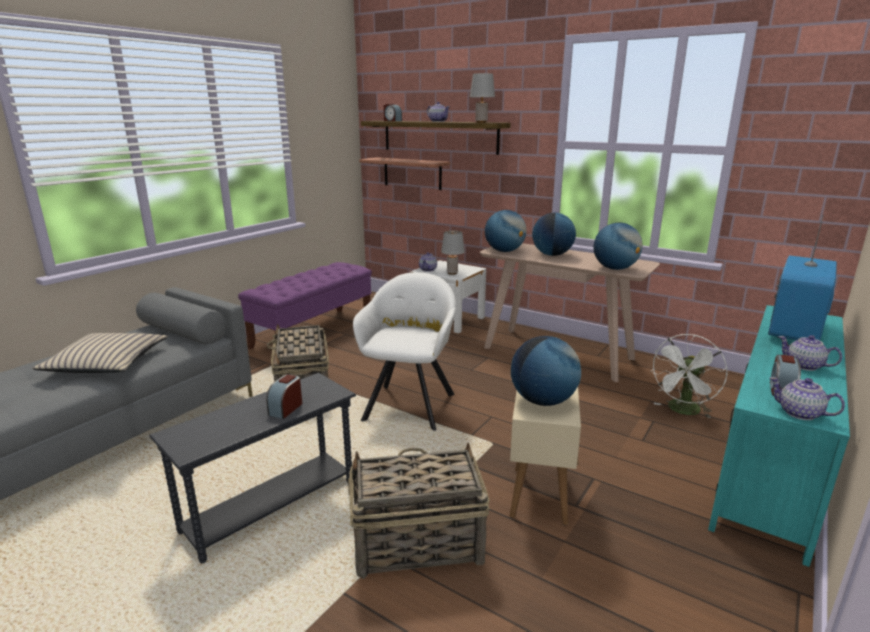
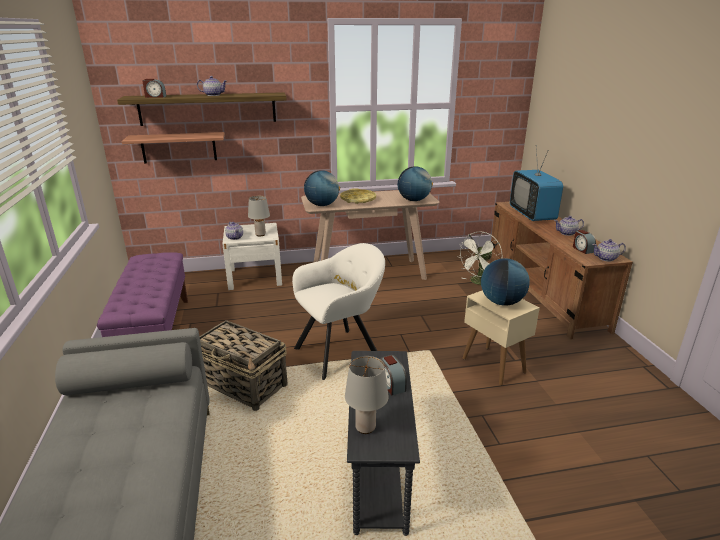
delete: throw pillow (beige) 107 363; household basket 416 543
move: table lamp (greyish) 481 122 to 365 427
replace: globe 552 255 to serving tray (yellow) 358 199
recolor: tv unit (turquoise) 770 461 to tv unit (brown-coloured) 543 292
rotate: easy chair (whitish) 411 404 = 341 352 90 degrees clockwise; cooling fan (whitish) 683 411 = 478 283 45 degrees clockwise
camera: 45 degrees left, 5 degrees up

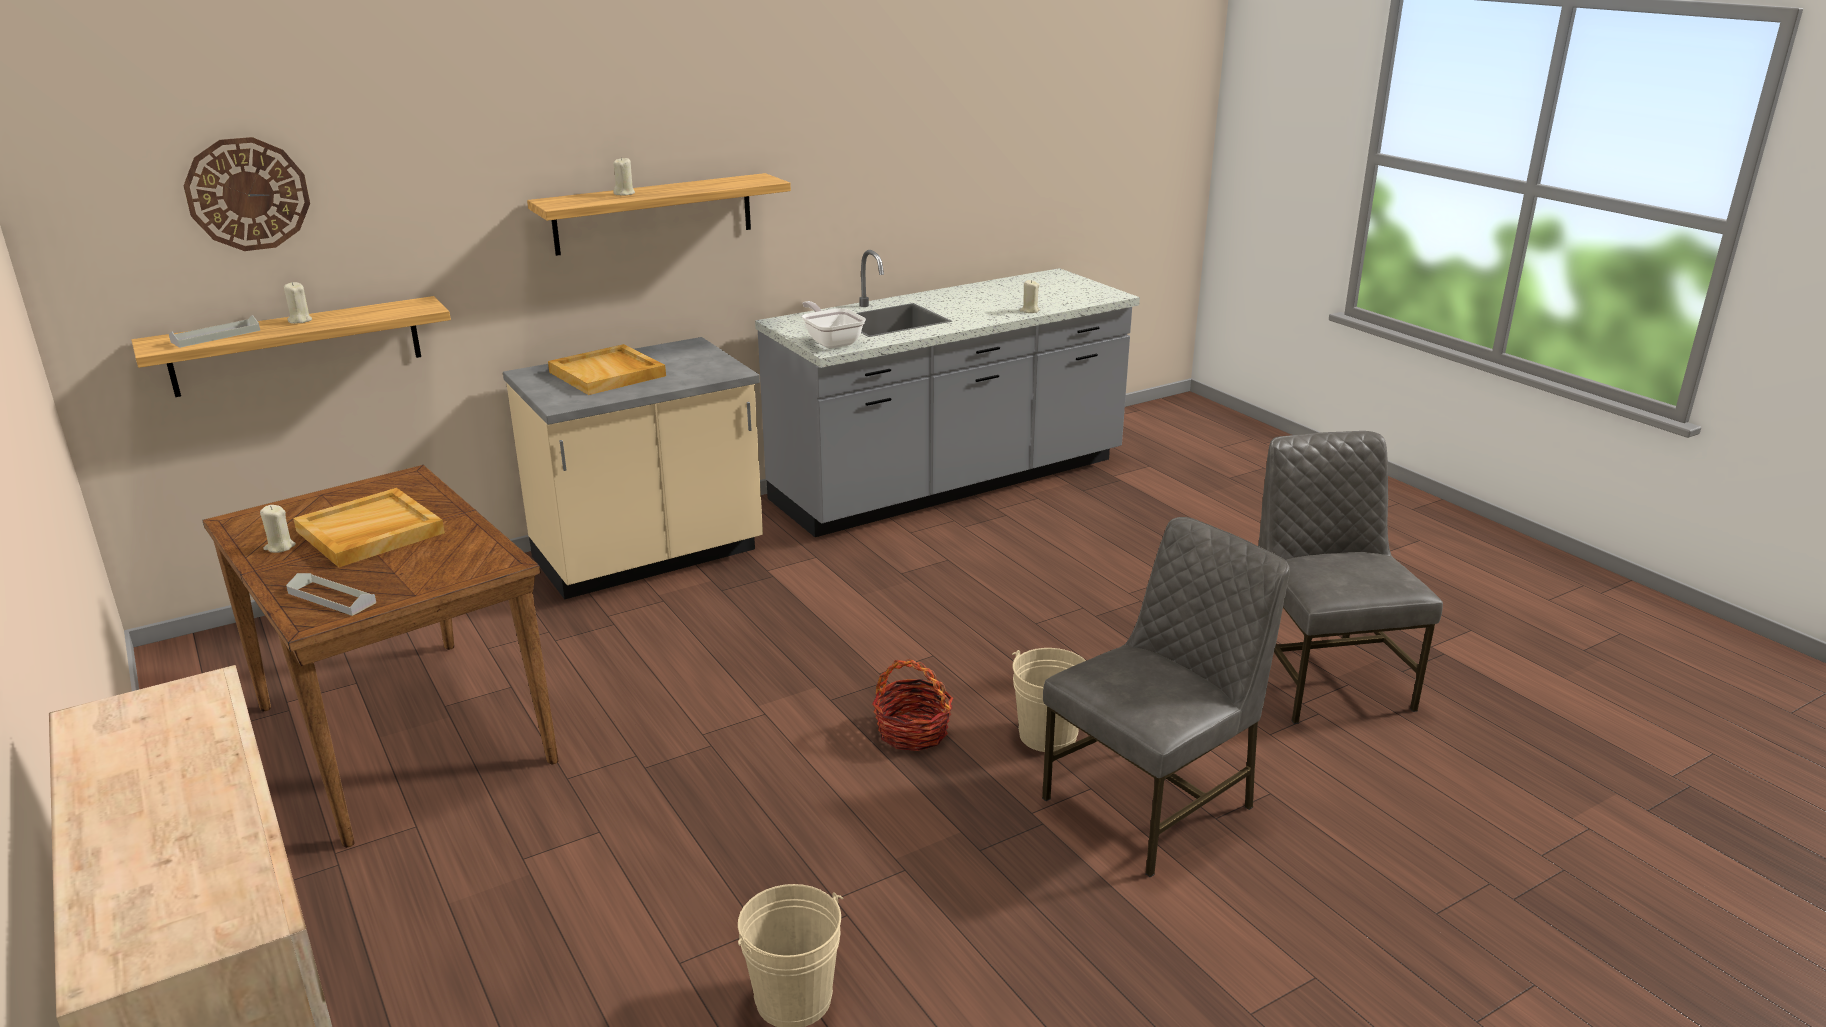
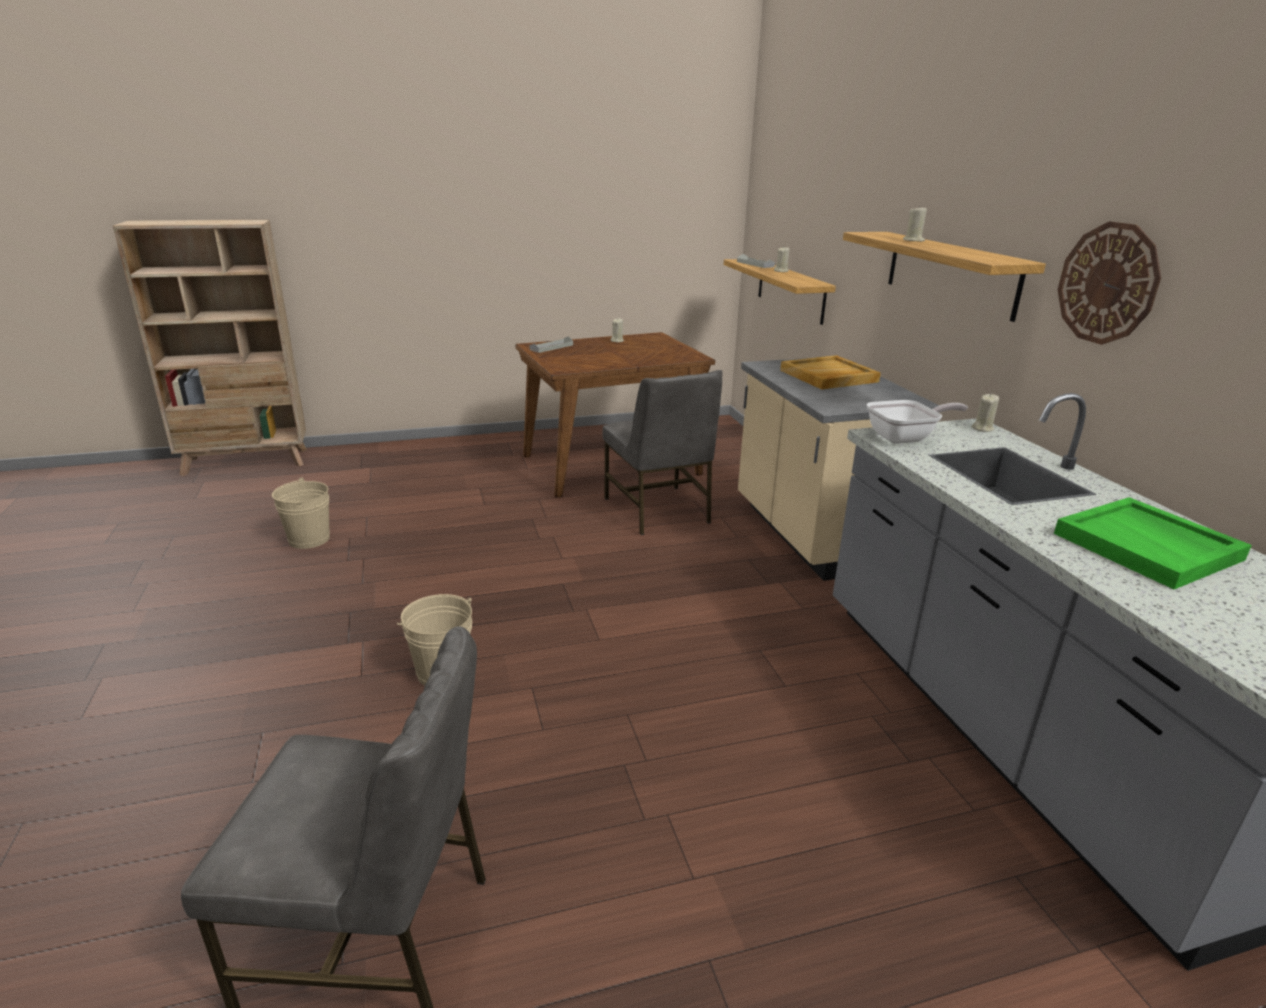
delete: serving tray (beige) 369 533; household basket 912 732
insert: serving tray (green) 1148 546
move: clock on the wall 248 194 to 1107 283; candle (beige) 1029 310 to 982 428; chair (greyish) 1153 803 to 658 511
camera: 105 degrees right, 0 degrees up

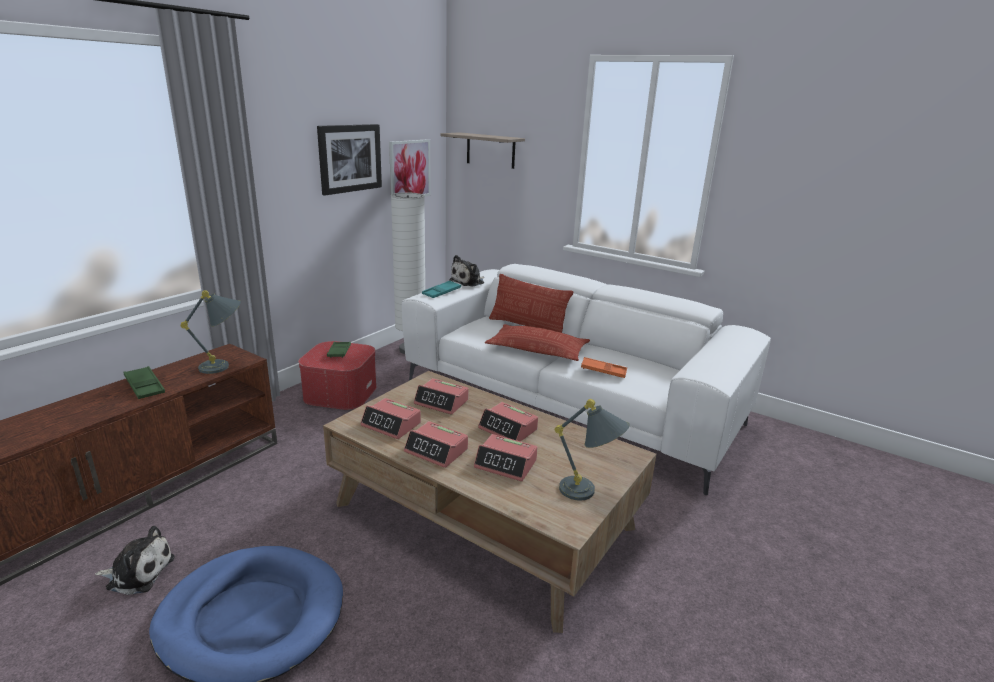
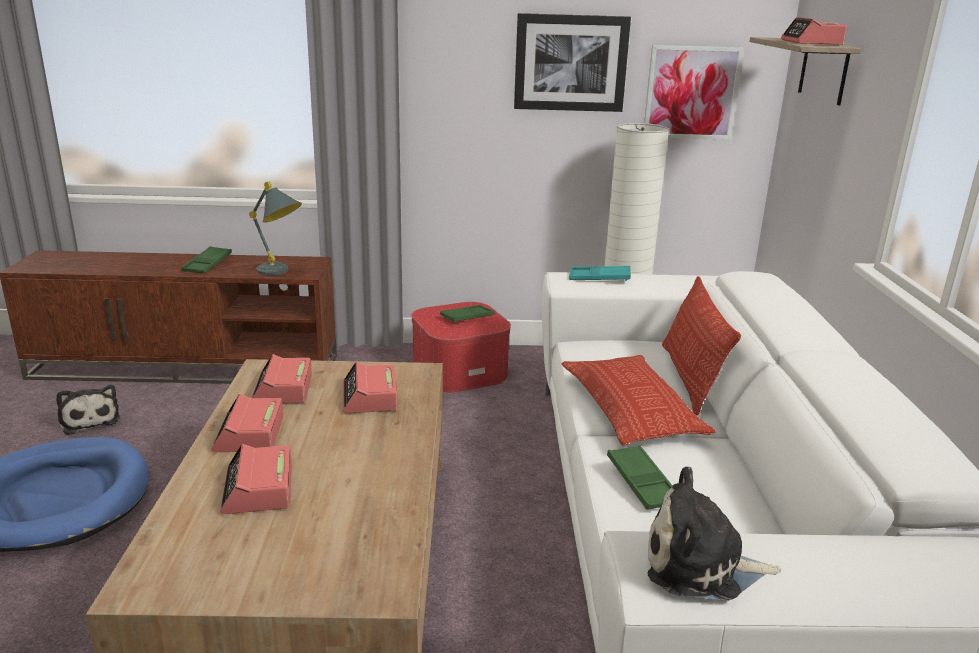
delete: table lamp (greyish) 589 494
move: plush toy 468 282 to 700 565; table clock 508 429 to 811 43
recolor: serving tray (orange) 603 371 to serving tray (green) 642 483
camera: 55 degrees right, 0 degrees up

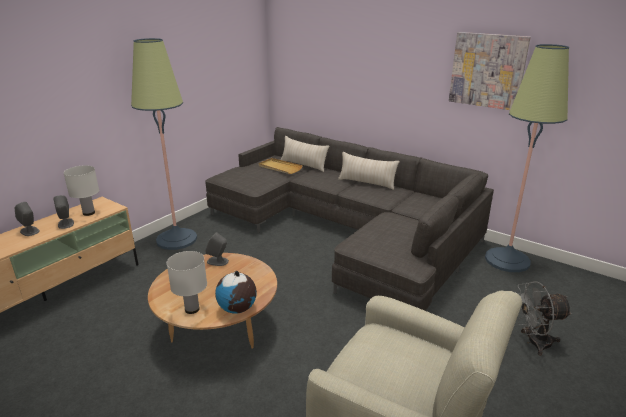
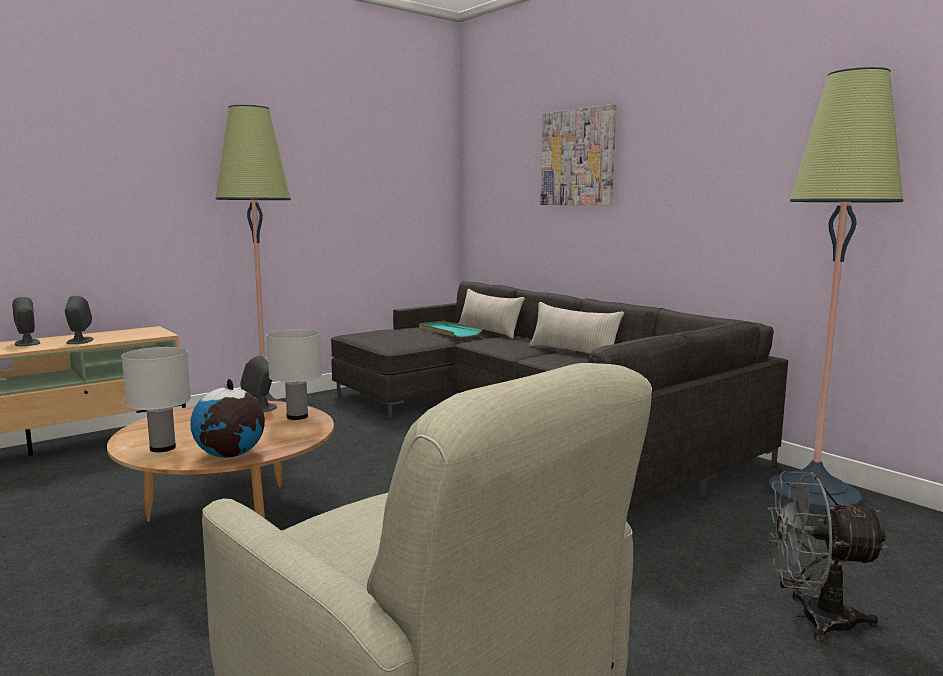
move: picture 487 70 to 578 157; table lamp (whitish) 89 213 to 297 417
recolor: serving tray (beige) 279 167 to serving tray (turquoise) 449 331
camera: 15 degrees right, 15 degrees down

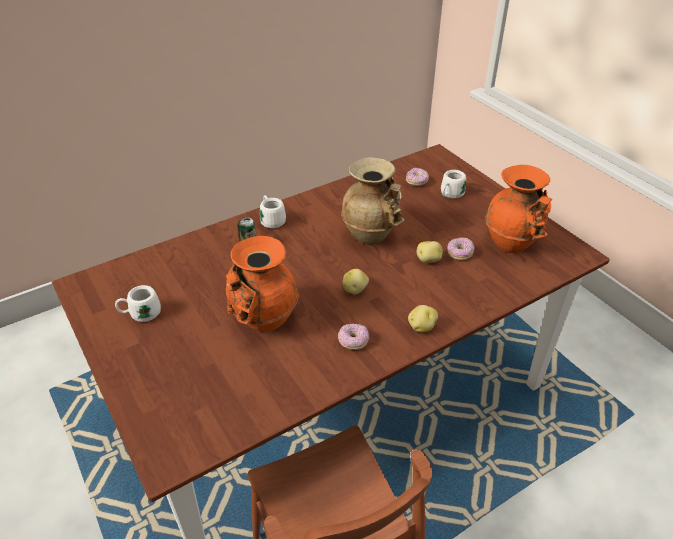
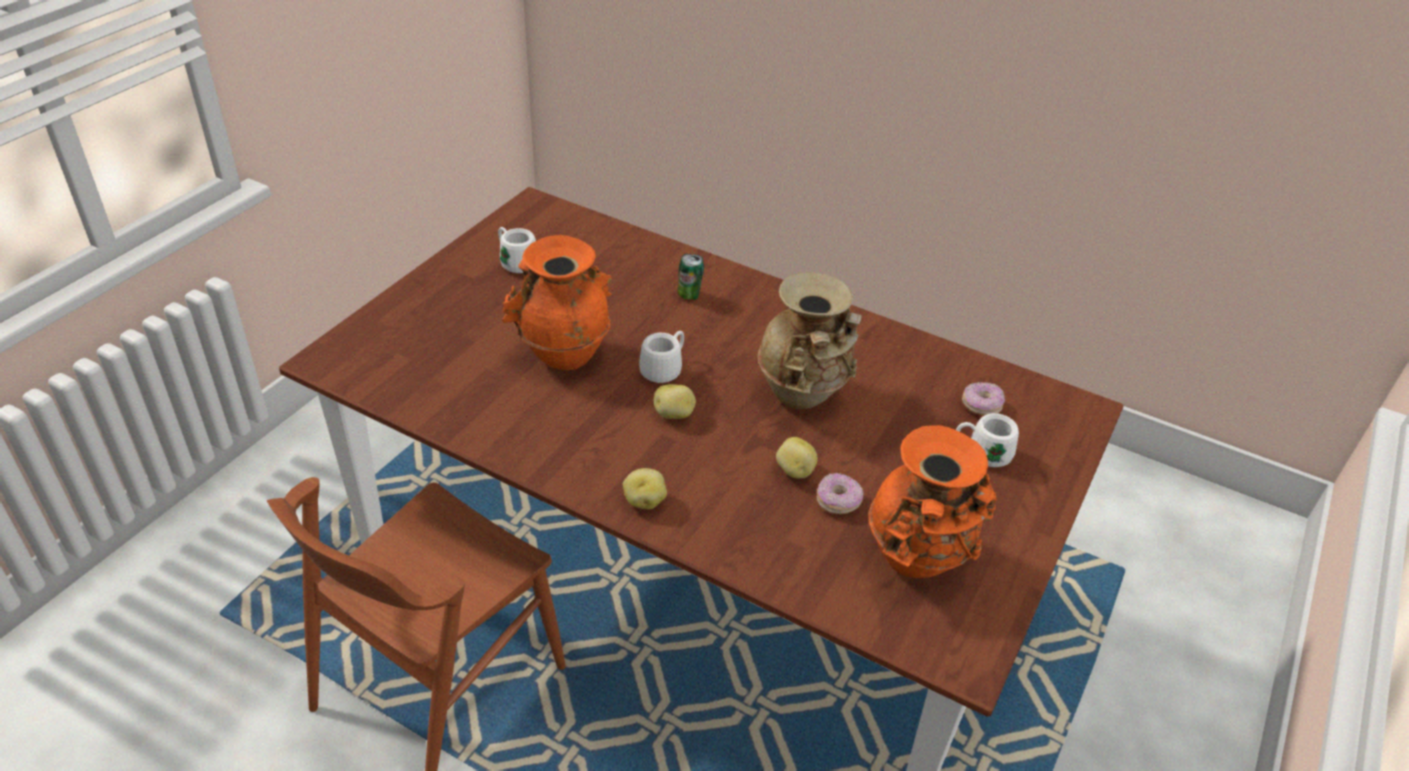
delete: doughnut 353 341
move: mug (whitish) 271 220 to 665 368
camera: 60 degrees right, 0 degrees up

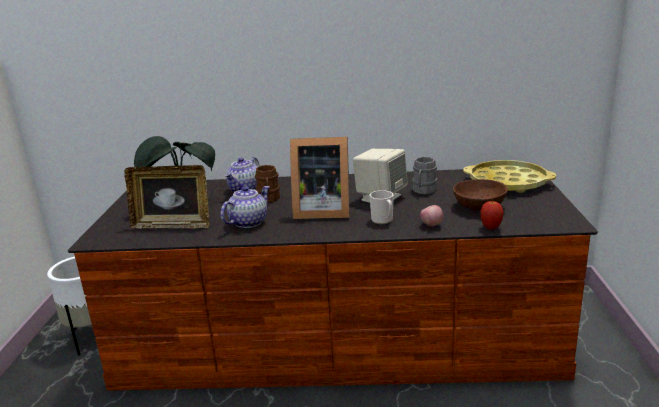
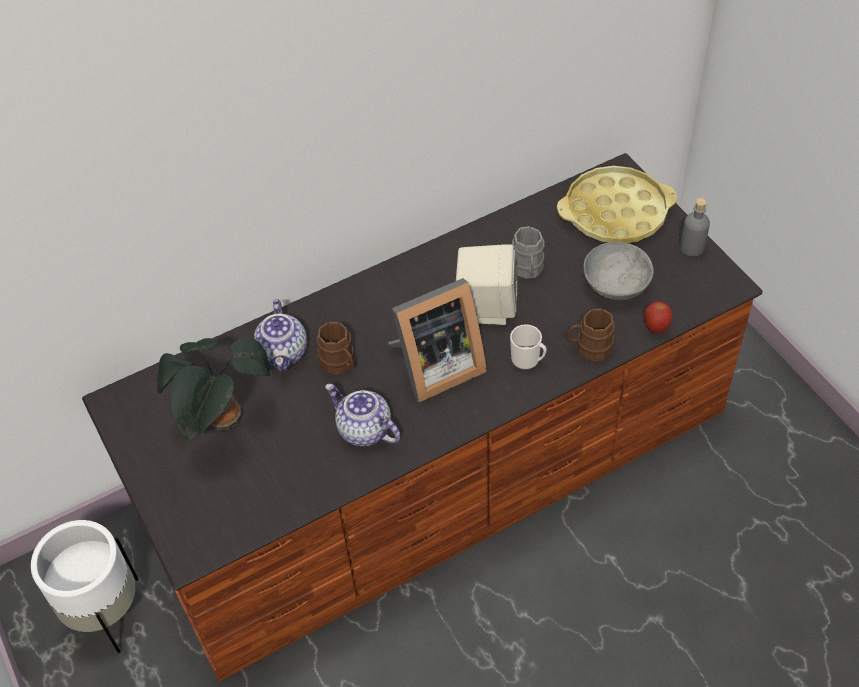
delete: standing frame 172 225
insert: beverage bottle (greyish) 692 247
replace: apple 431 225 to mug (brown-coloured) 589 348
recolor: serving bowl (brown-coloured) 479 206 to serving bowl (greyish) 616 283
rotate: tea pot 248 222 = 363 430 60 degrees counterclockwise
camera: 30 degrees left, 30 degrees up

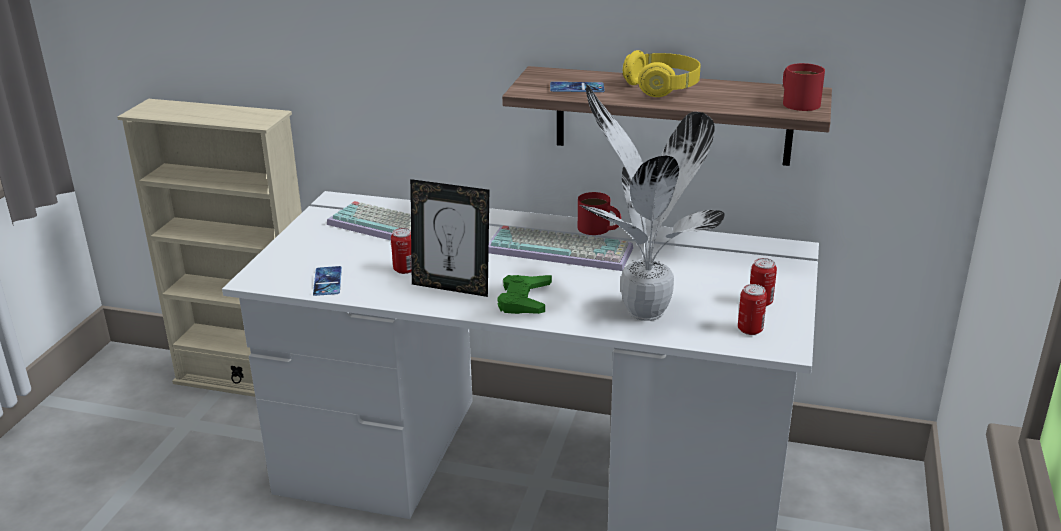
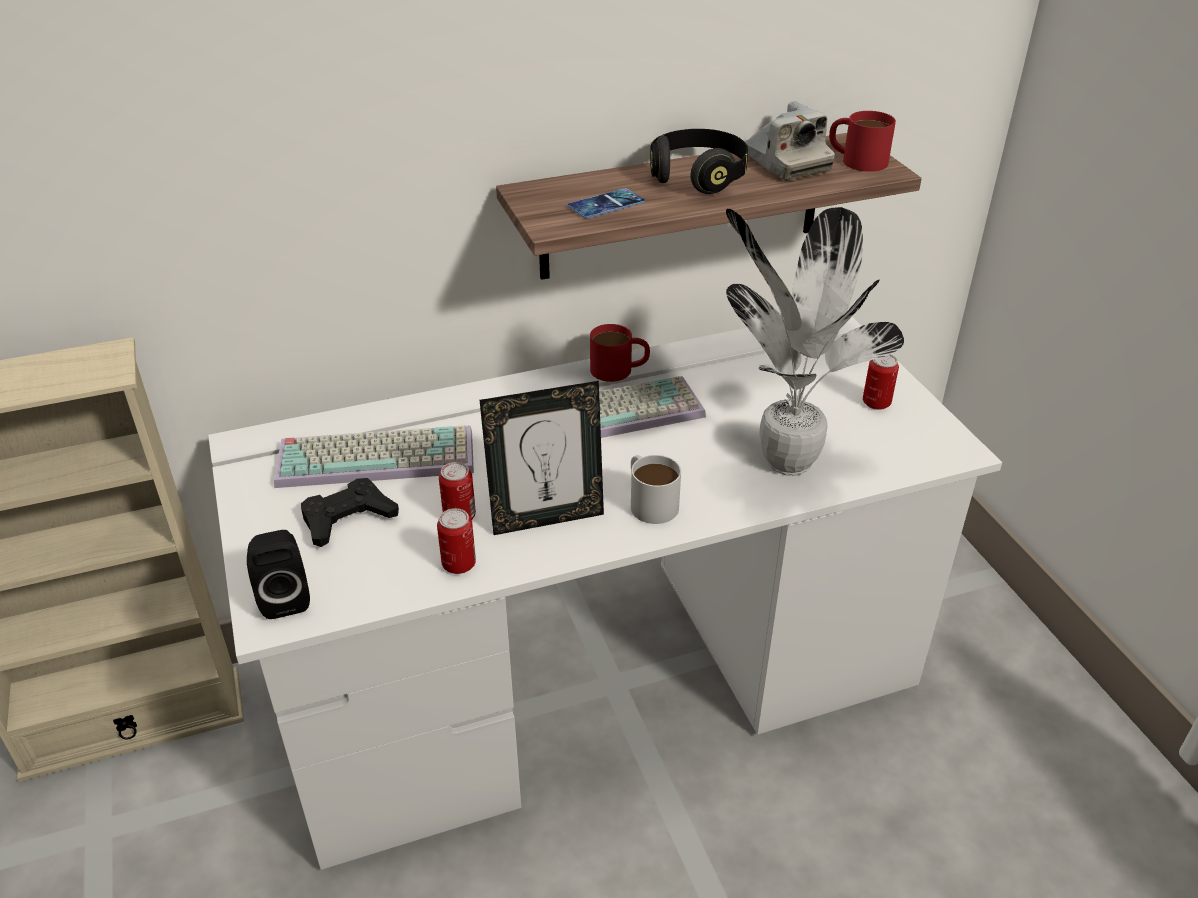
delete: telephone 327 281
insert: still camera 786 163; gamepad (blackish) 347 518; audio speaker (blackish) 285 597
move: sealed can 750 329 to 459 564
replace: gamepad (green) 524 300 to mug (whitish) 649 501
recolor: pair of headphones (yellow) 662 87 to pair of headphones (blackish) 698 177
camera: 35 degrees left, 10 degrees up

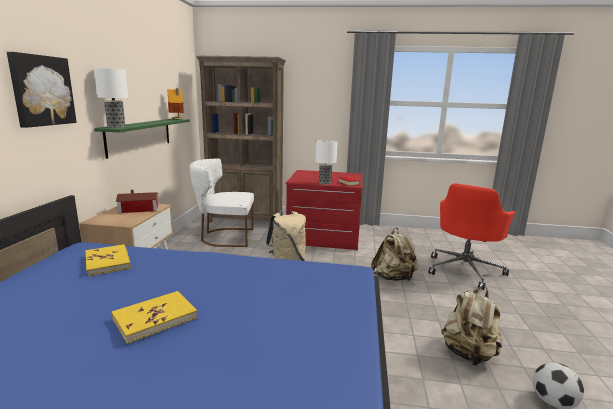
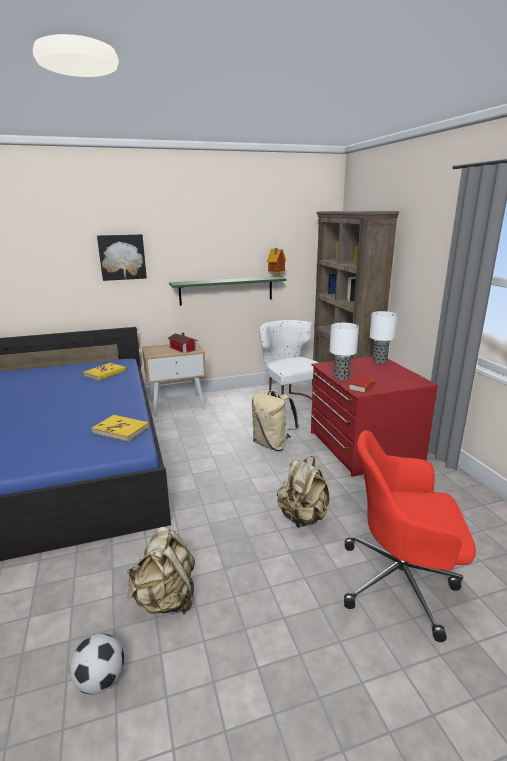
move: table lamp 116 126 to 379 361; bound book (yellow) 155 318 to 121 430
camera: 65 degrees right, 5 degrees up

